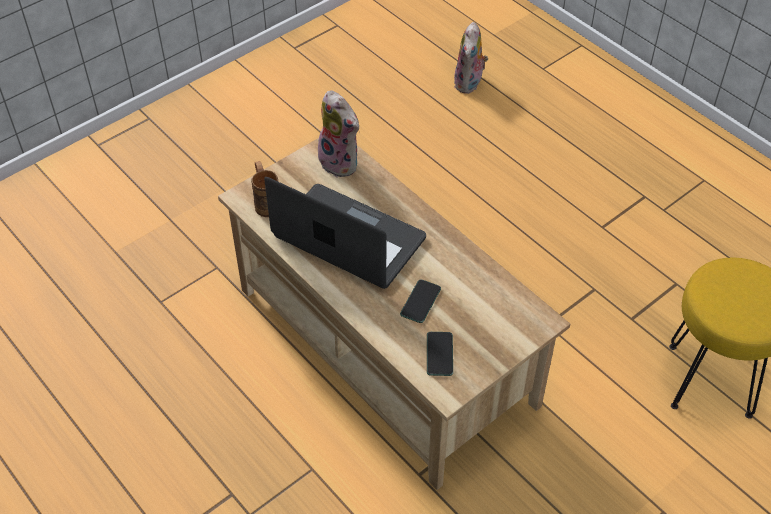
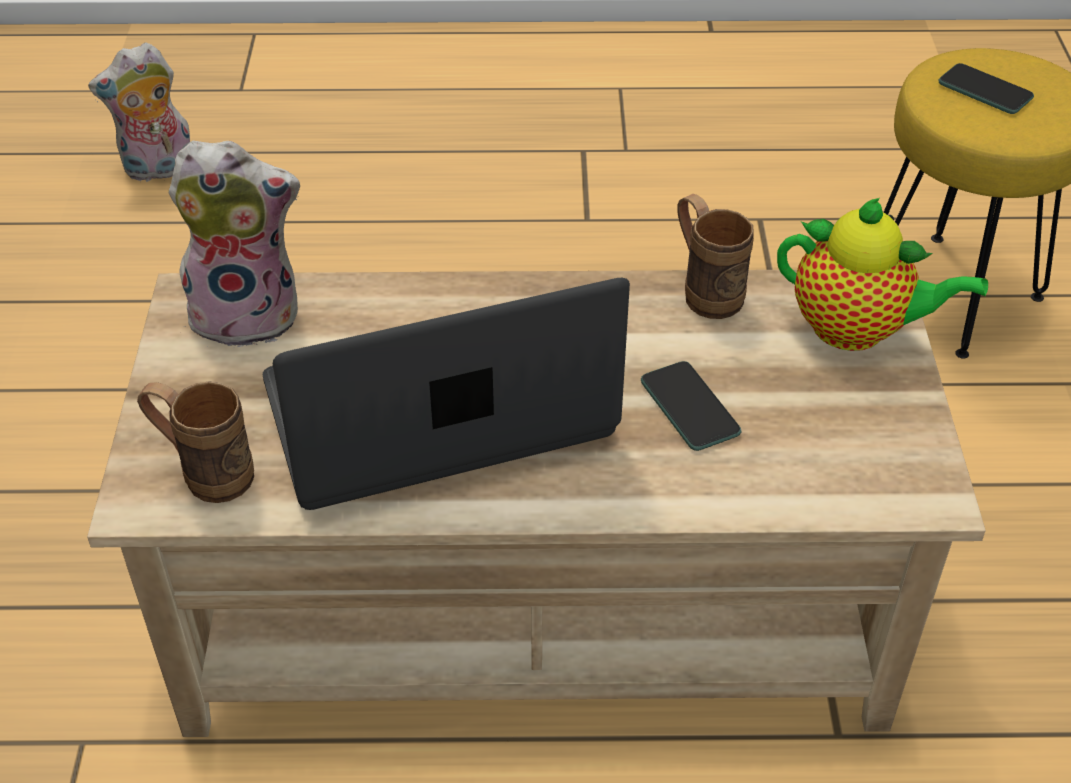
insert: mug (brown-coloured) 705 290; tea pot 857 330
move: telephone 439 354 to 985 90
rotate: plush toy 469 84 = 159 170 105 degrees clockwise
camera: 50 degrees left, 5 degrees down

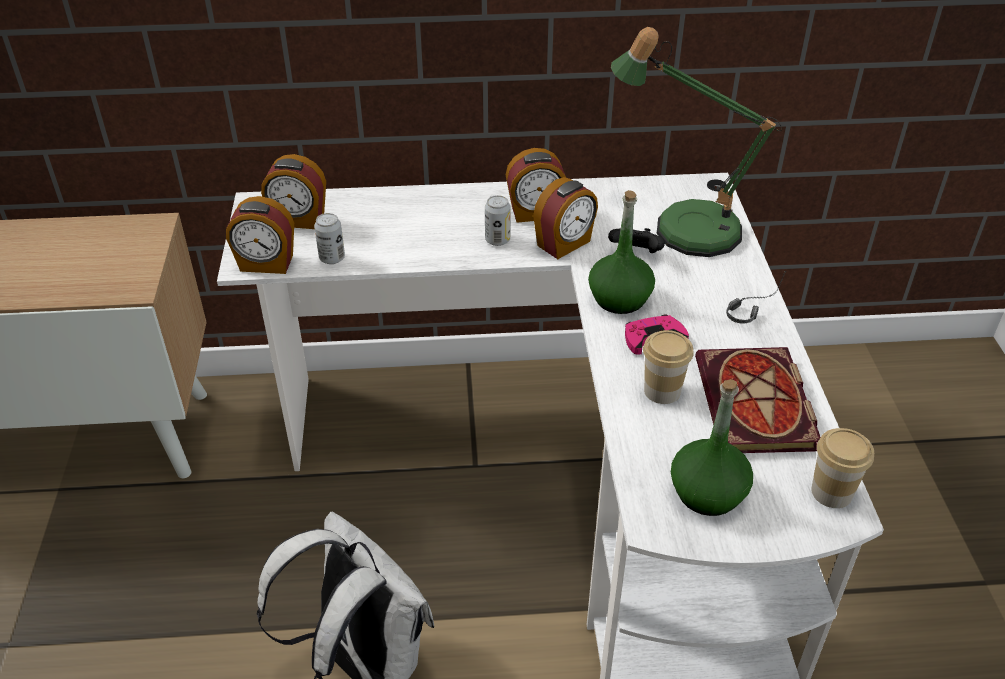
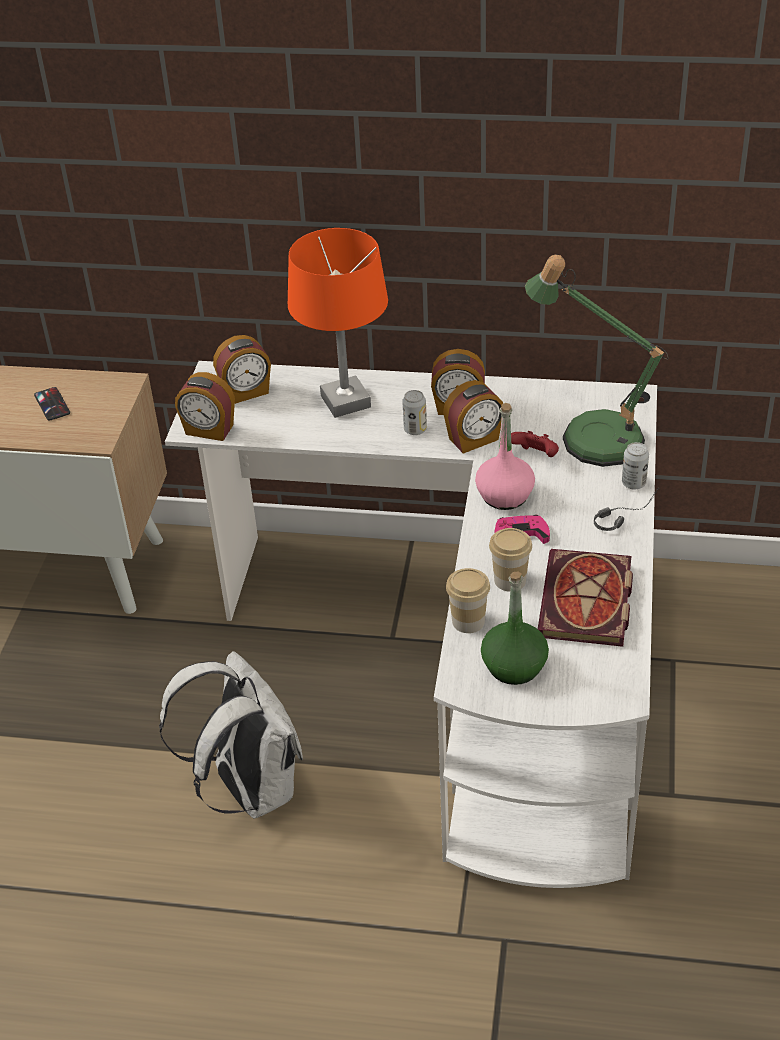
insert: table lamp (orange) 345 401; telephone 52 404
move: sealed can 332 258 to 633 483; drinking cup 831 492 to 468 621
recolor: beverage bottle (green) 620 299 to beverage bottle (pink) 505 496; gamepad (blackish) 636 254 to gamepad (red-coloured) 535 456
rotate: table clock 298 220 = 246 392 45 degrees counterclockwise
camera: 15 degrees right, 0 degrees up

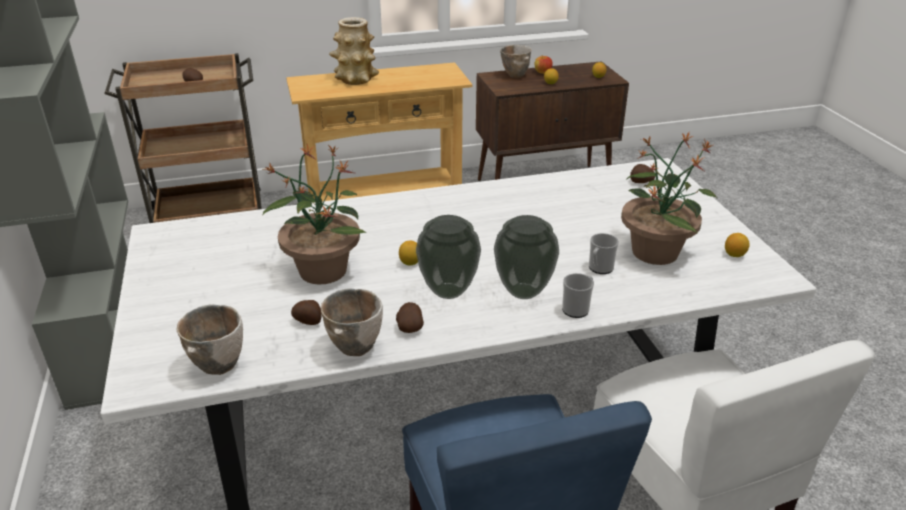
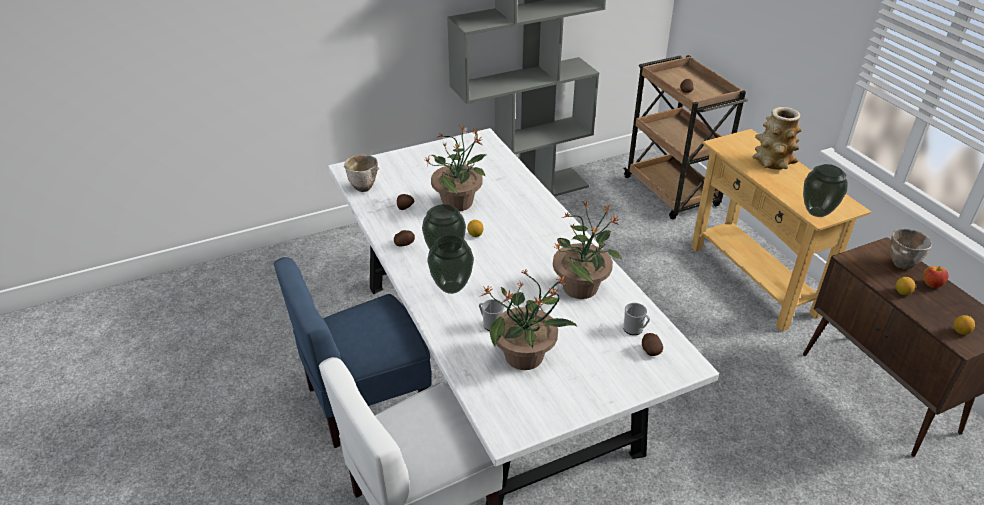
delete: citrus fruit 734 254; serving bowl 357 346
insert: decorative vase 816 213; plant in a pot 581 287
move: mug 577 308 to 635 329
camera: 80 degrees right, 5 degrees up

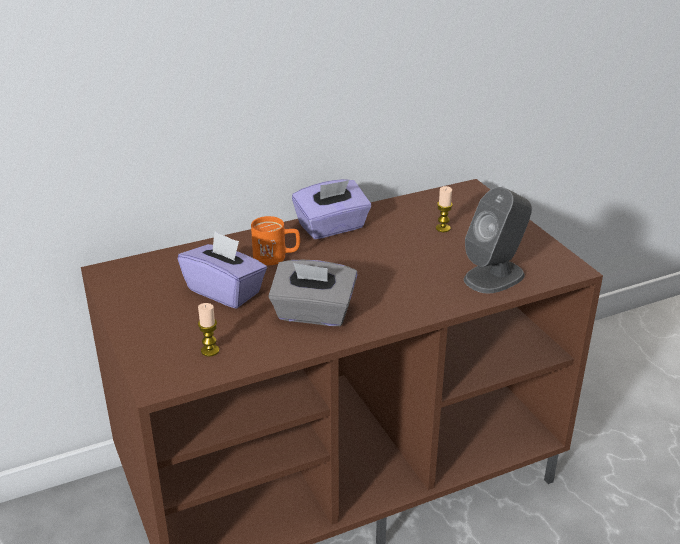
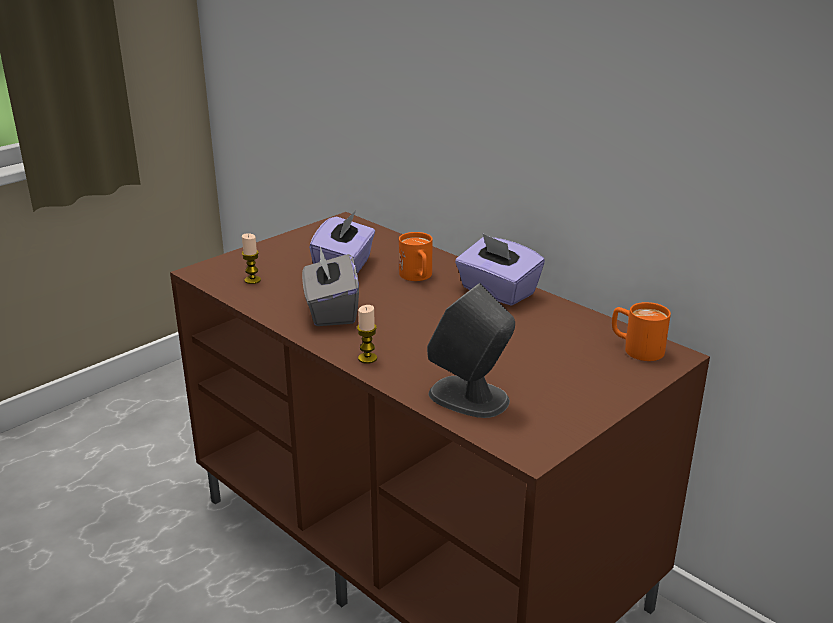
insert: mug (orange) 636 348
move: candle 443 228 to 367 358
camera: 70 degrees right, 5 degrees down

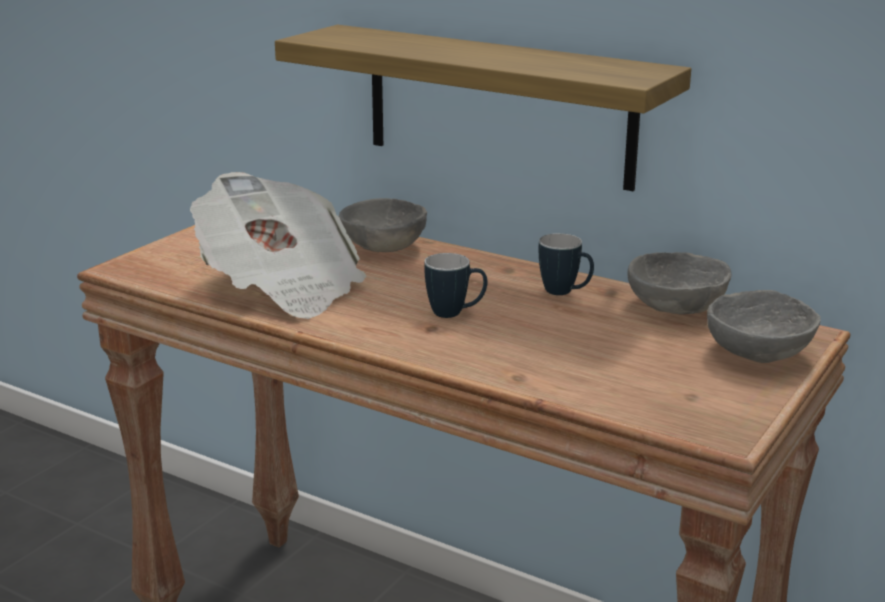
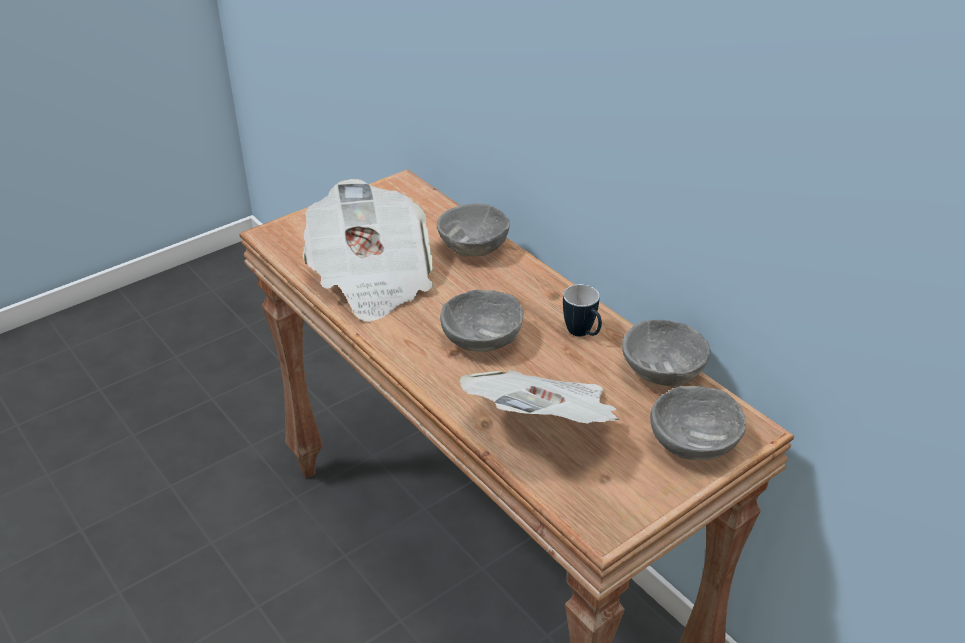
delete: wall shelf 498 106
insert: printed paper 544 426
replace: mug 455 313 to serving bowl (greyish) 482 340
camera: 20 degrees right, 15 degrees up

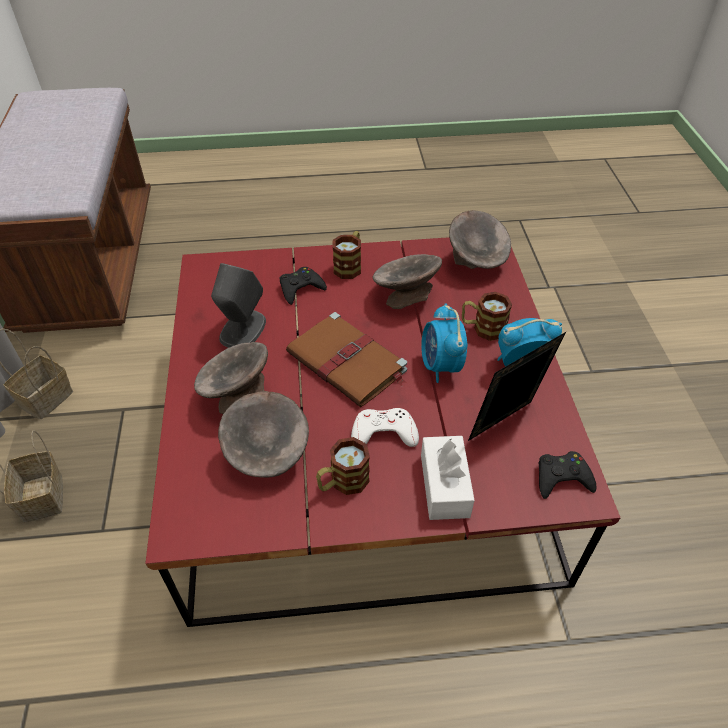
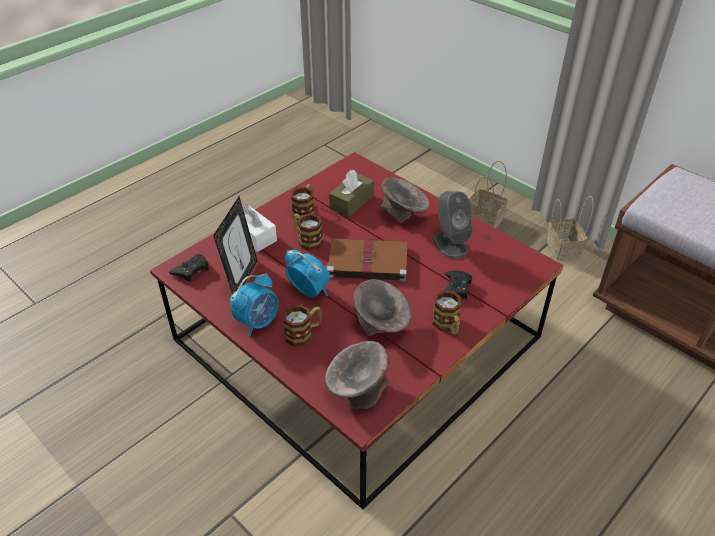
replace: serving bowl (greyish) 269 456 to box of tissues (brown-coloured) 351 202; gamepad (whitish) 383 433 to mug 307 240
camera: 140 degrees right, 5 degrees down

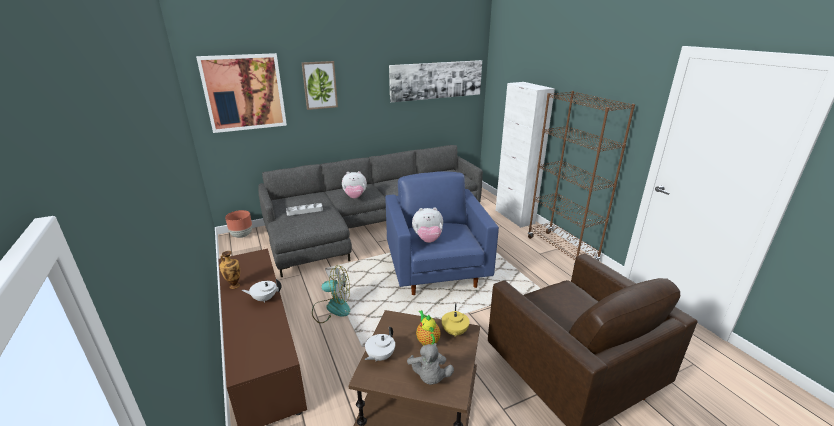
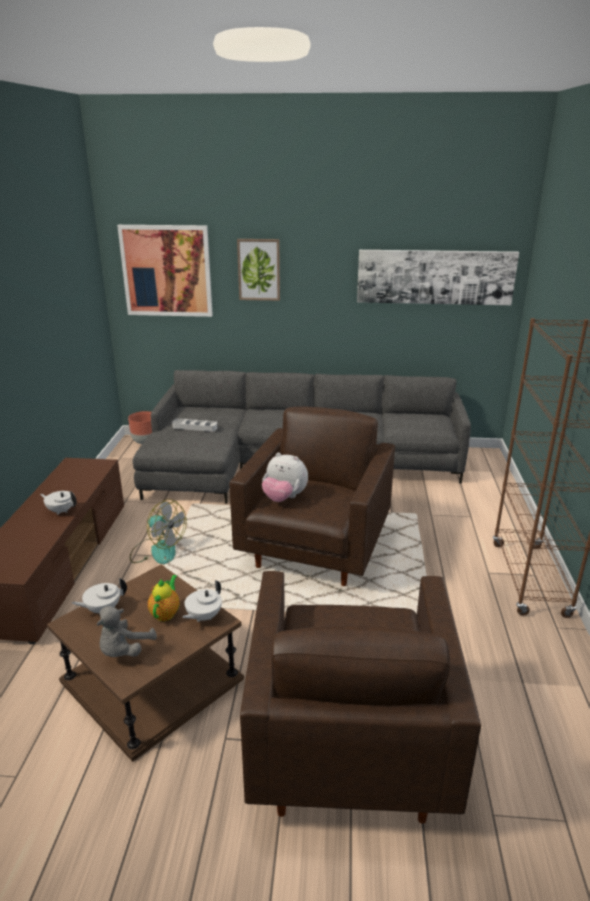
delete: storage cabinet (whitish) 514 217; plush toy 355 197; decorative vase 234 285
recolor: easy chair (bluish) 436 271 to easy chair (brown-coloured) 315 548; tea pot (yellow) 454 332 to tea pot (whitish) 203 616
camera: 30 degrees right, 0 degrees up

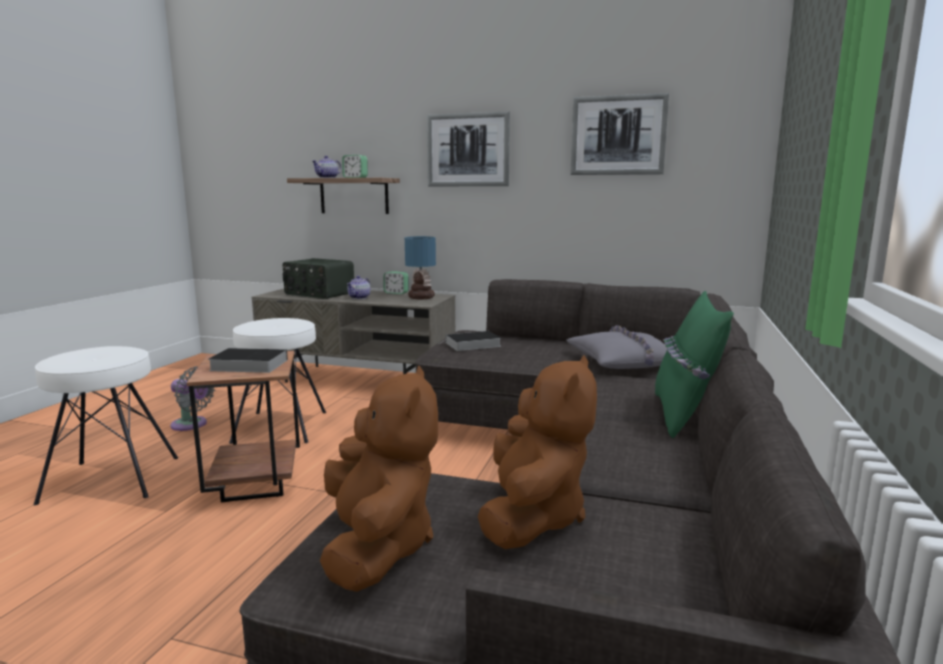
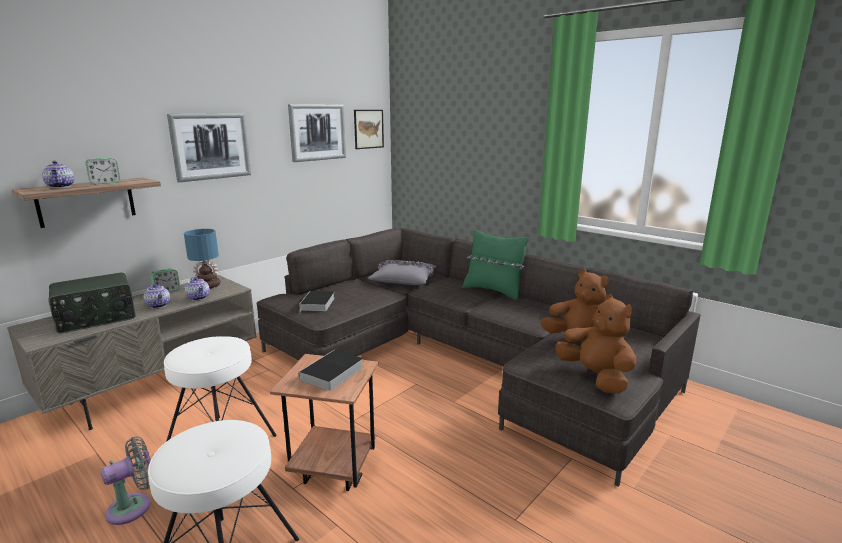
insert: picture 368 129; tea pot 199 298
rotate: plush toy (brown-coloured) 377 547 = 595 377 45 degrees clockwise
camera: 65 degrees left, 5 degrees up

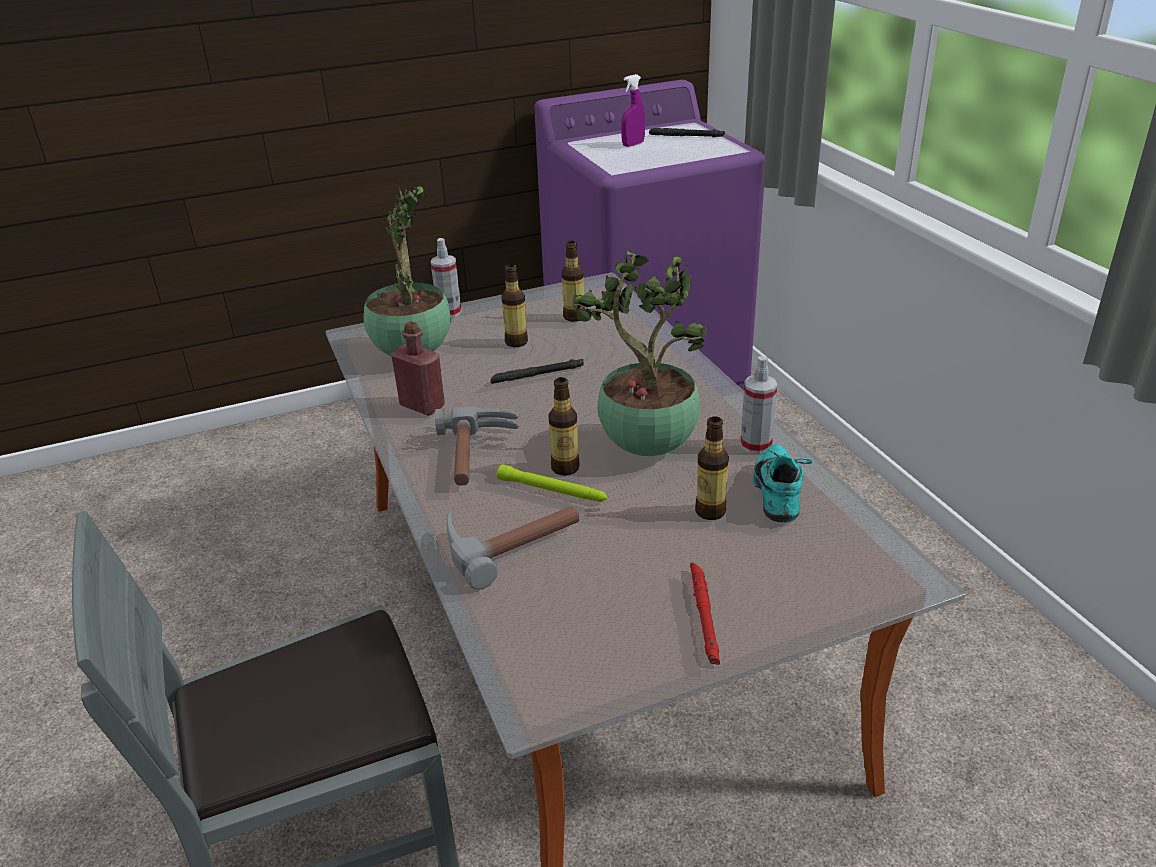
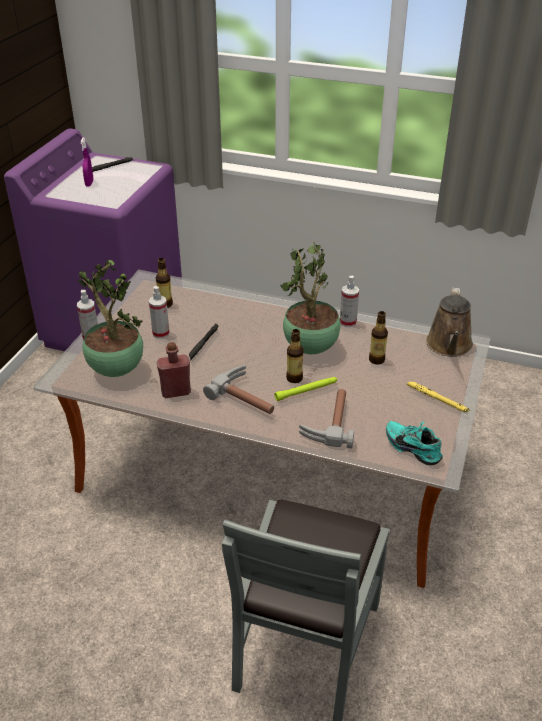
insert: sprinkling can (brown-coloured) 449 346
move: item of footwear (turquoise) 781 494 to 414 447
replace: beverage bottle 516 342 to spray bottle 161 333
recolor: flashlight (red-coloured) 704 616 to flashlight (yellow) 437 399
camera: 50 degrees left, 5 degrees up

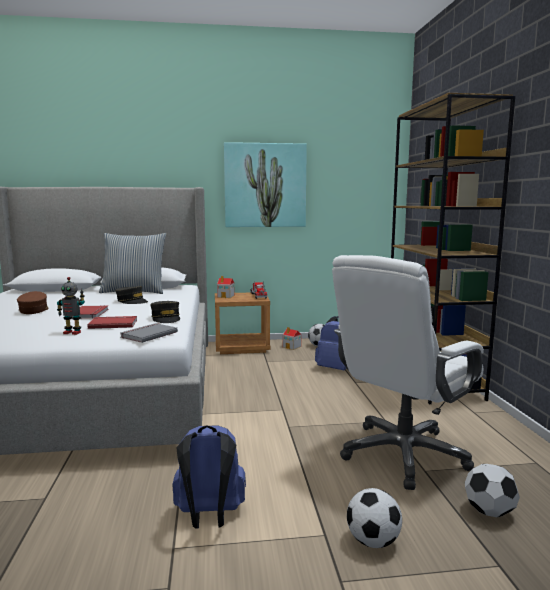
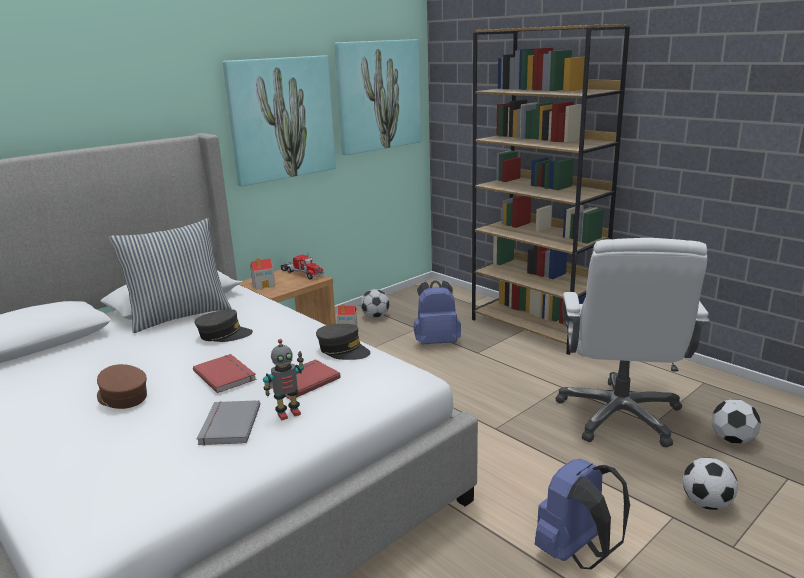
insert: picture 378 95
move: bound book (greyish) 148 334 to 228 425
camera: 35 degrees left, 10 degrees up

